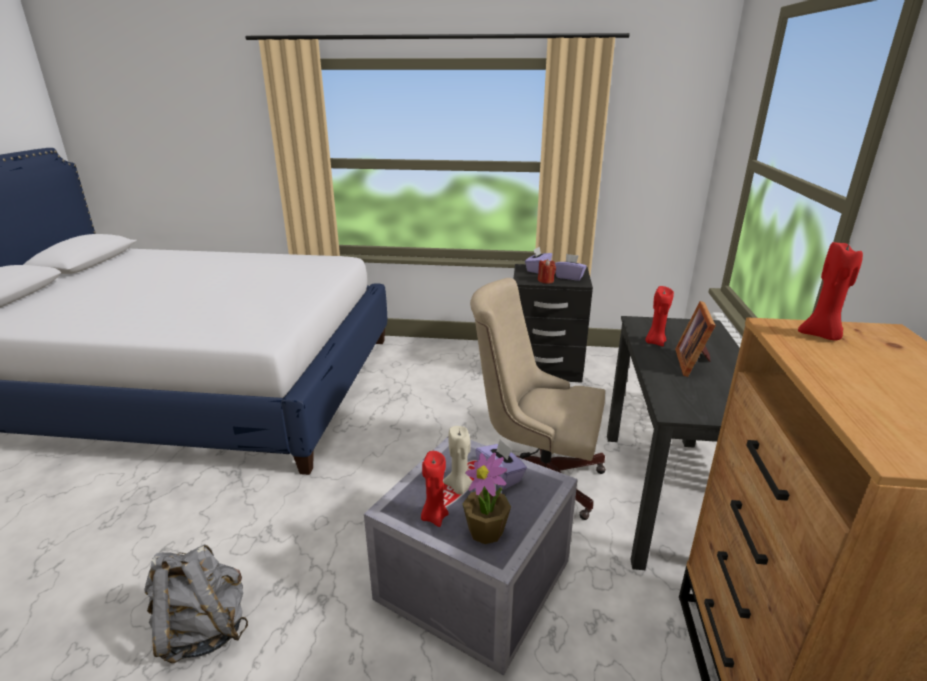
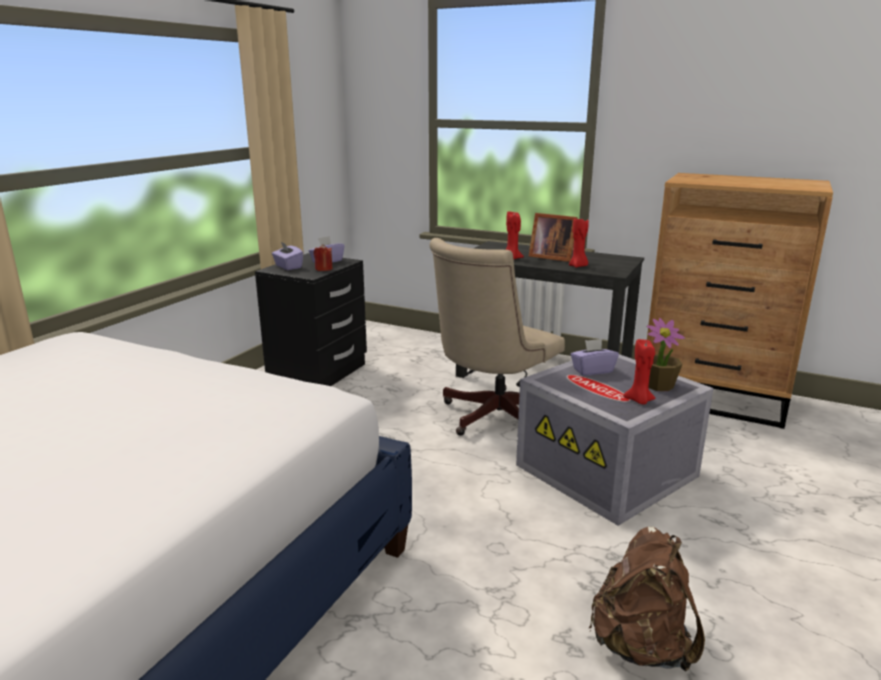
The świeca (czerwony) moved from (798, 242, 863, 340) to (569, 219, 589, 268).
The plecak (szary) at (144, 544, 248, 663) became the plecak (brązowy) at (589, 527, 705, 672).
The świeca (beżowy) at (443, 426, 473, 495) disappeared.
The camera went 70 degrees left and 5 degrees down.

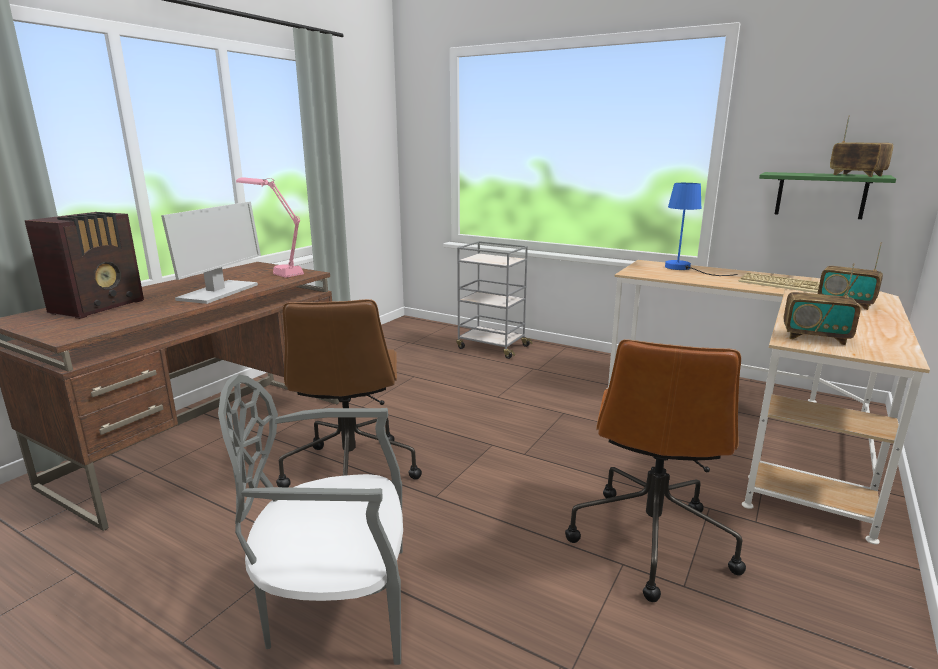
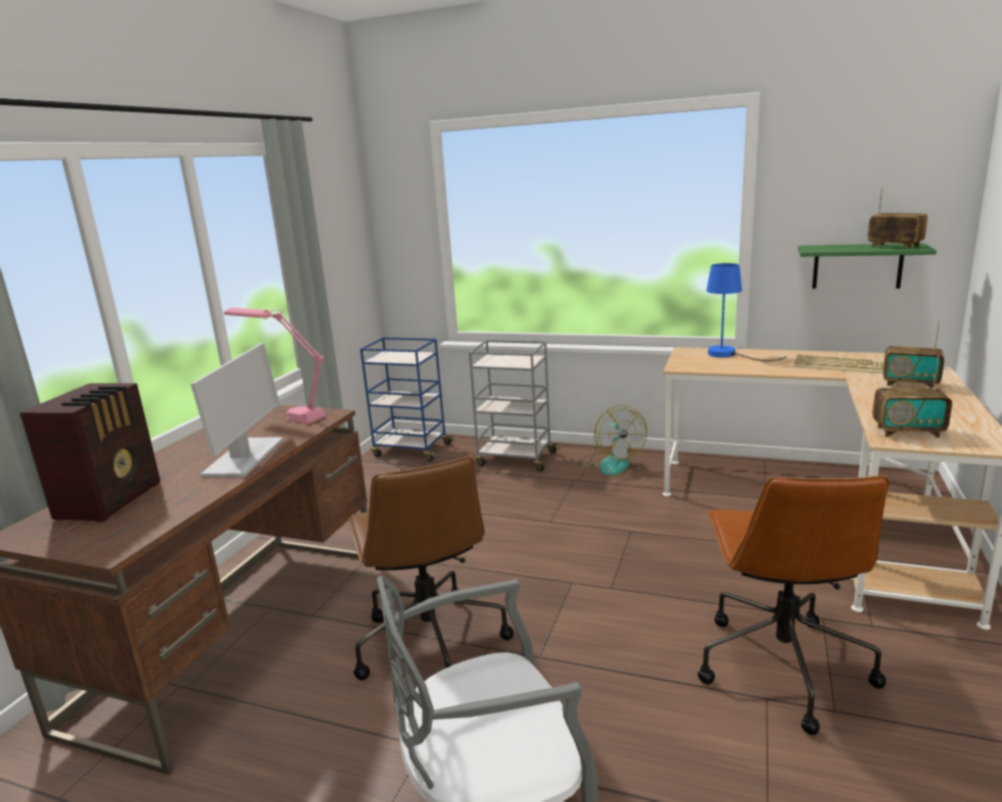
The wózek (niebieski) at (360, 337, 455, 462) appeared.
The wentylator at (578, 405, 647, 476) appeared.
The camera went 10 degrees left and 0 degrees up.

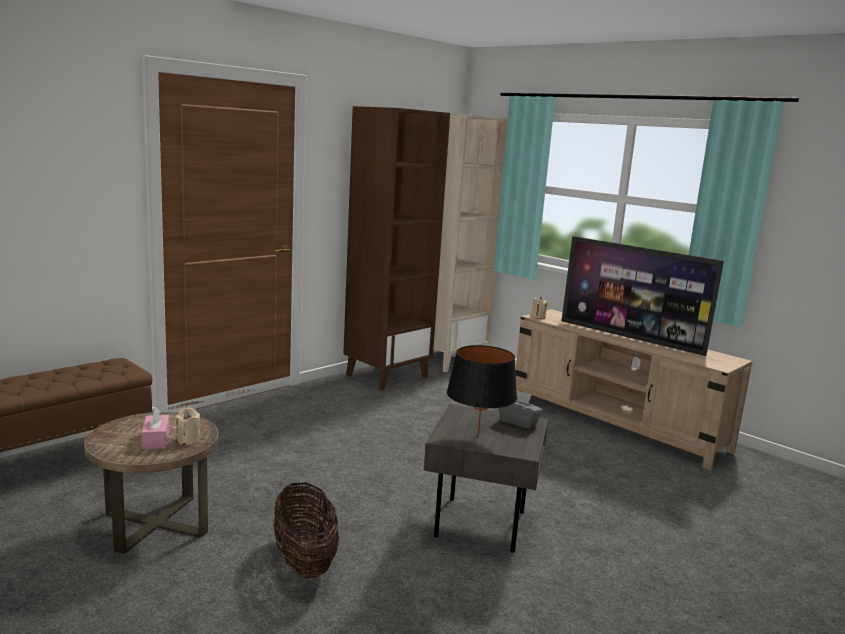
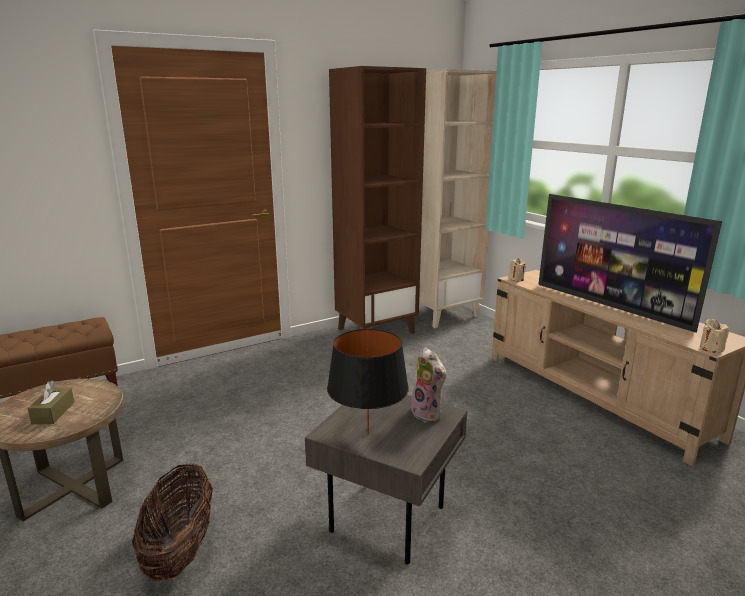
The pudełko chusteczek (różowy) at (141, 407, 169, 450) became the pudełko chusteczek (brązowy) at (27, 381, 74, 424).
The pudełko chusteczek (szary) at (499, 391, 543, 429) was replaced by the pluszak at (410, 347, 447, 422).
The świeca (beżowy) moved from (175, 408, 201, 445) to (700, 319, 729, 353).
The camera went 15 degrees right and 5 degrees up.

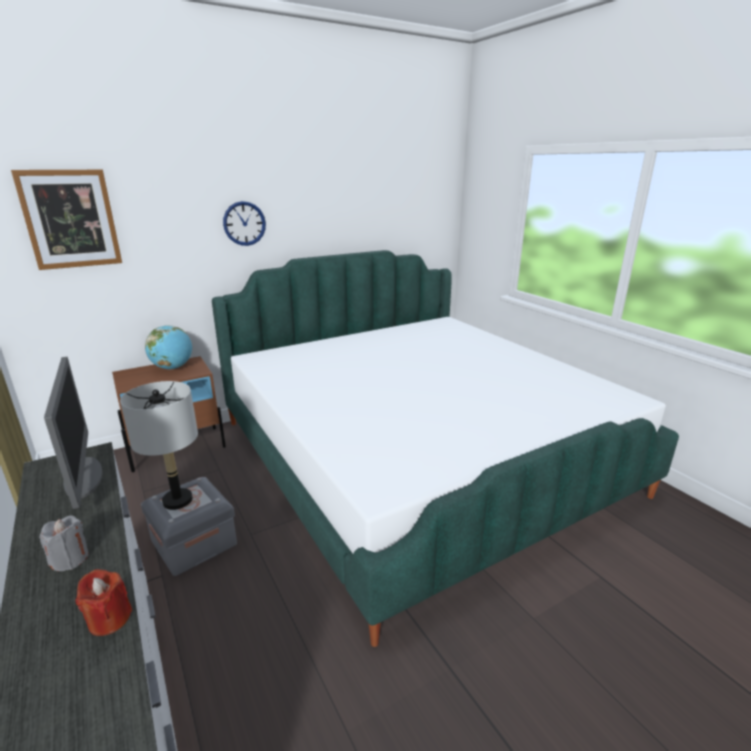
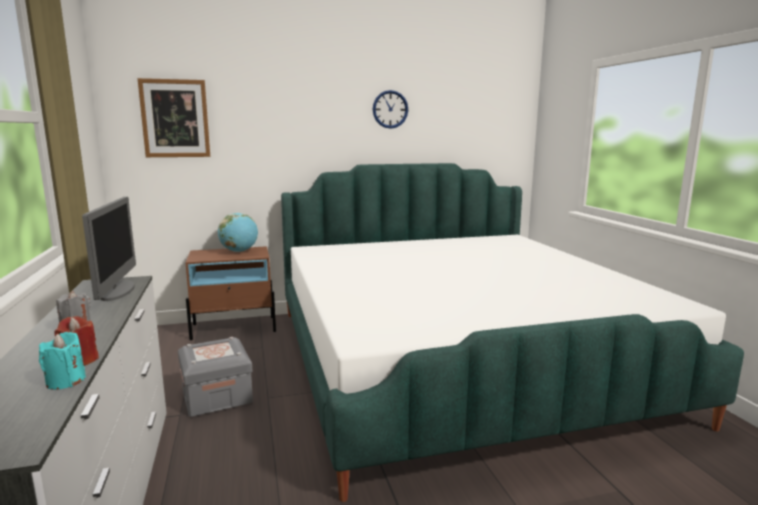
The świeca (turkusowy) at (39, 332, 86, 390) appeared.
The zegar ścienny moved from (223, 201, 266, 246) to (373, 90, 408, 129).
The lampa stołowa (szary) at (120, 381, 198, 510) disappeared.
The camera went 15 degrees right and 10 degrees down.

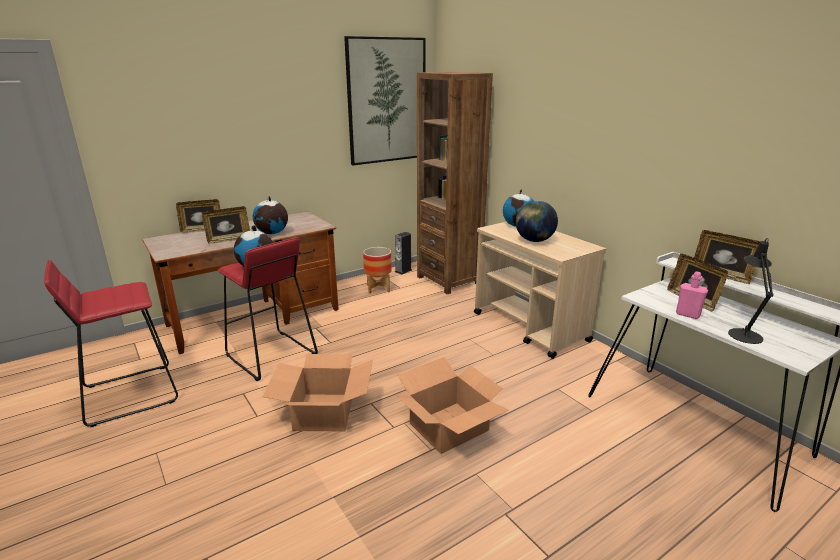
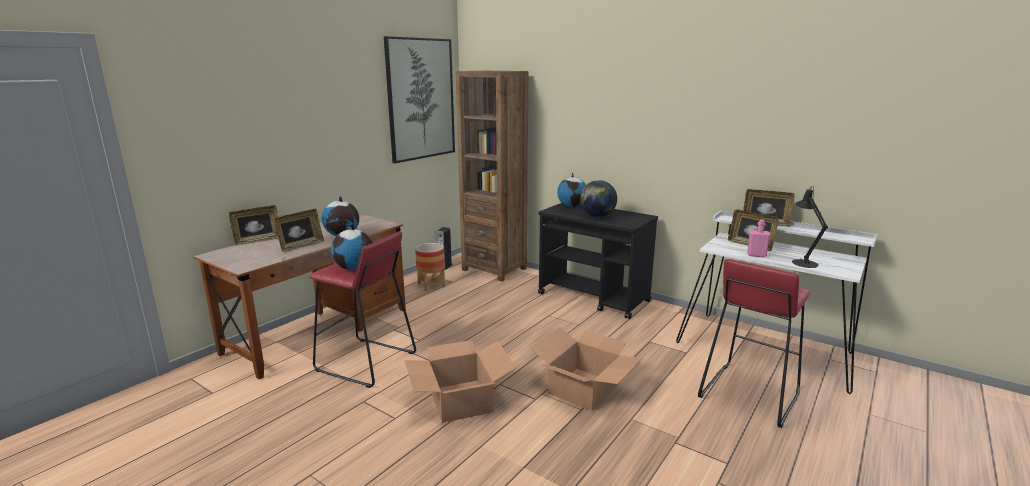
The wózek (beżowy) at (474, 222, 606, 359) became the wózek (czarny) at (538, 203, 658, 319).
The stołek (czerwony) moved from (44, 260, 178, 427) to (698, 259, 811, 428).
The camera went 20 degrees left and 5 degrees down.

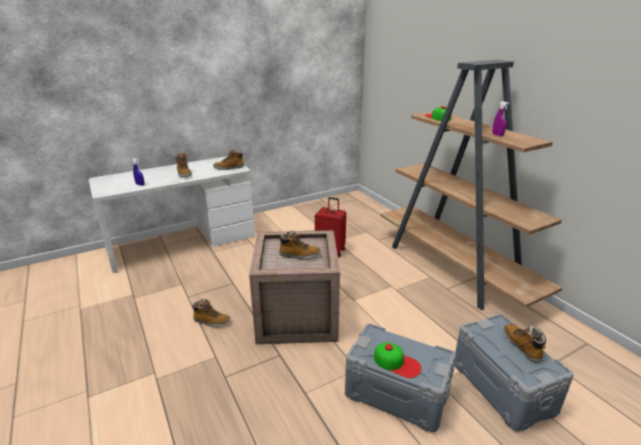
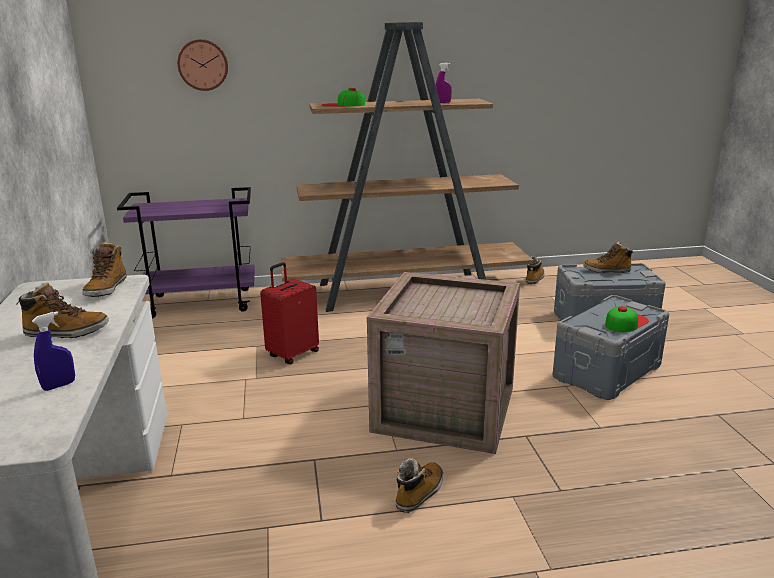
The wózek (fioletowy) at (117, 187, 255, 319) appeared.
The zegar ścienny at (177, 39, 228, 91) appeared.
The but z cholewką moved from (278, 230, 321, 260) to (526, 256, 545, 284).
The camera went 70 degrees left and 5 degrees down.

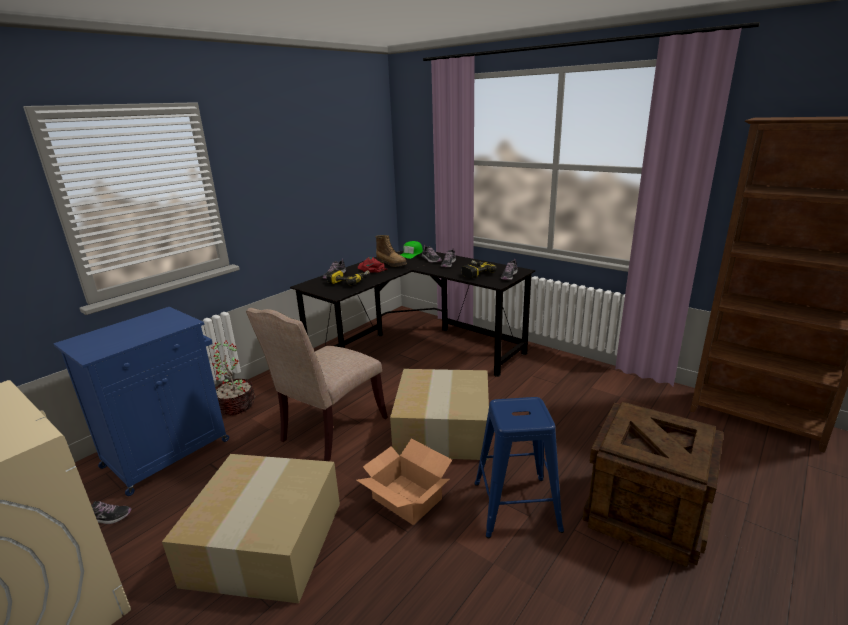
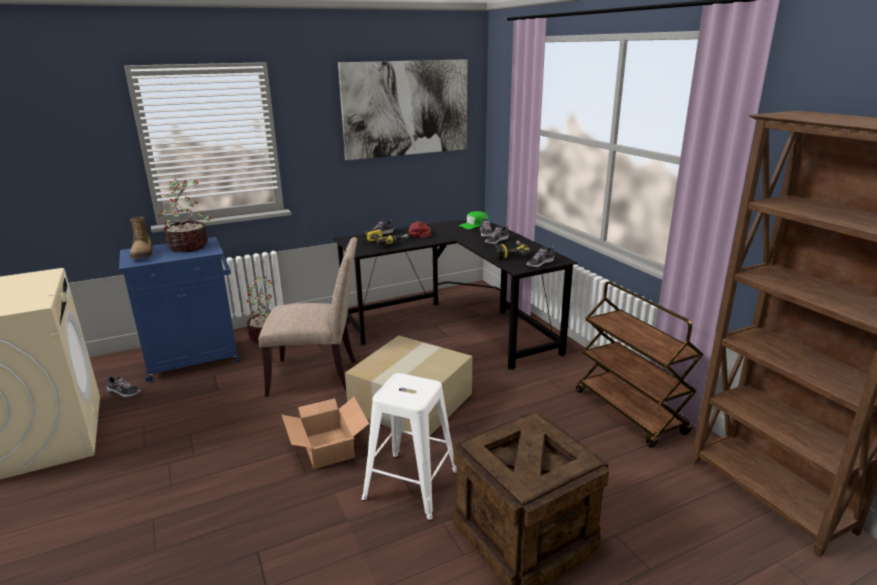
The but z cholewką moved from (376, 235, 407, 267) to (130, 217, 153, 259).
The roślina doniczkowa at (159, 179, 213, 252) appeared.
The krzesło (beżowy) at (246, 308, 388, 461) turned 150 degrees counterclockwise.
The obraz at (338, 59, 467, 160) appeared.
The stołek (niebieski) at (474, 397, 564, 538) became the stołek (biały) at (361, 373, 457, 521).
The wózek (brązowy) at (576, 281, 704, 448) appeared.
The karton at (162, 454, 340, 603) disappeared.
The camera went 25 degrees right and 0 degrees up.

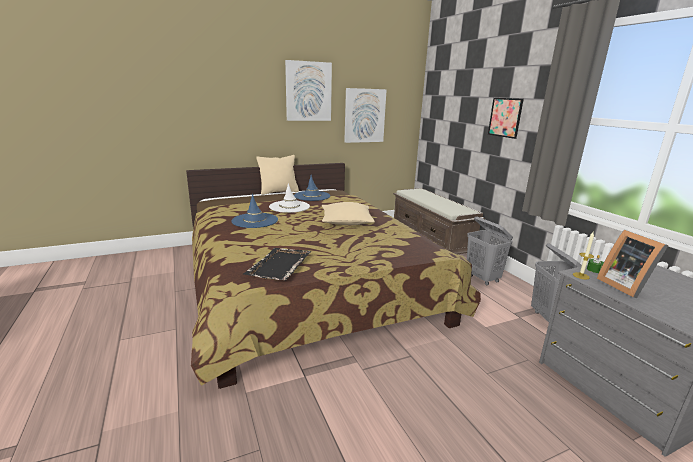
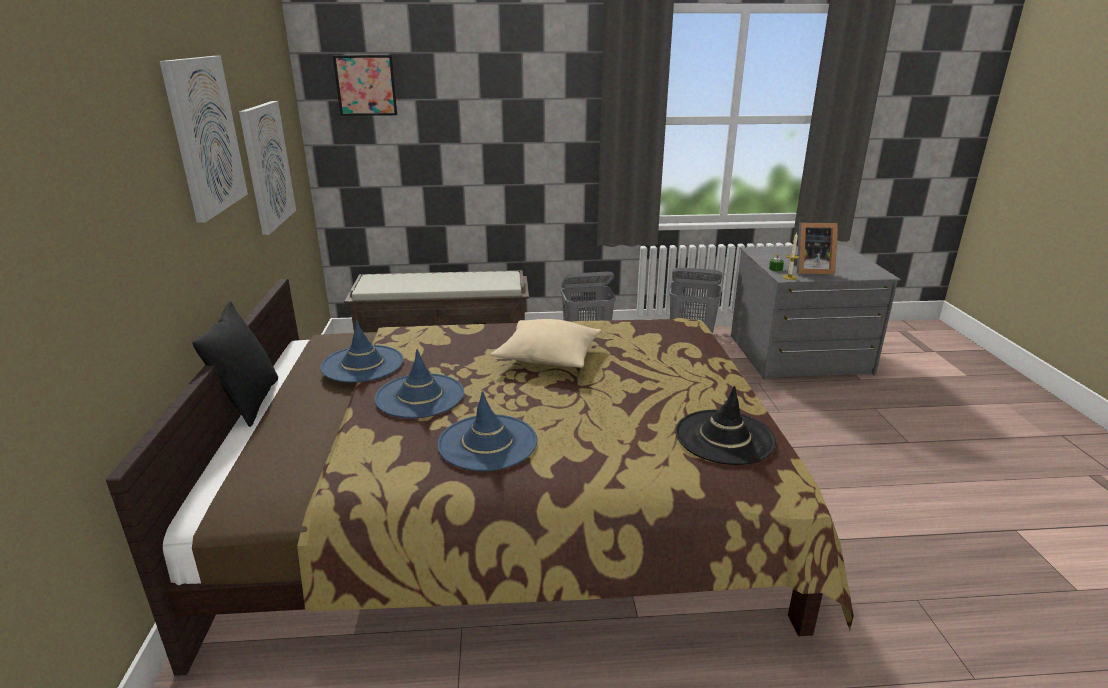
The poduszka (beżowy) at (256, 155, 299, 195) became the poduszka (czarny) at (192, 301, 278, 427).
The obraz moved from (488, 98, 524, 139) to (333, 55, 397, 116).
The kapelusz (biały) at (269, 183, 310, 213) became the kapelusz (niebieski) at (375, 349, 464, 418).
The taca (czarny) at (243, 248, 311, 281) was replaced by the kapelusz (czarny) at (675, 386, 776, 465).
The camera went 70 degrees left and 5 degrees up.

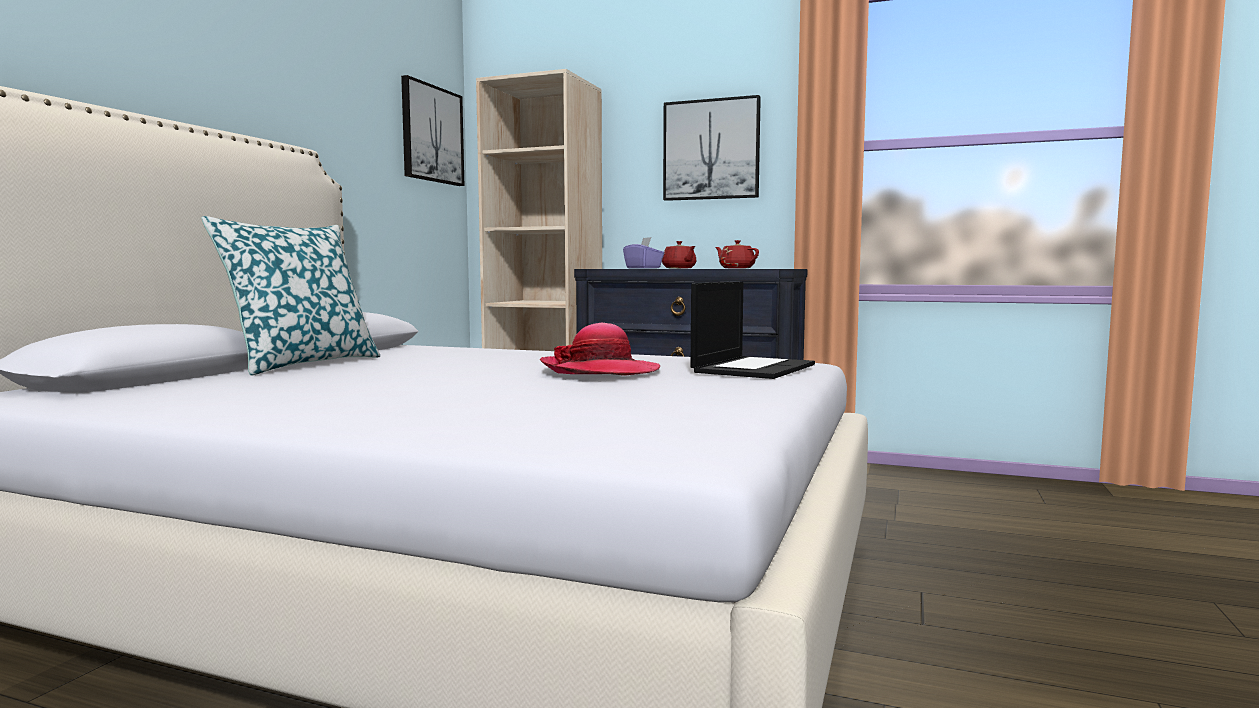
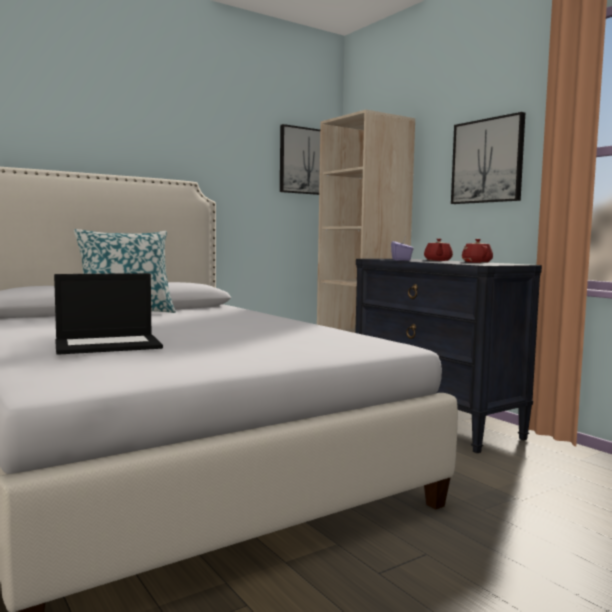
The laptop moved from (691, 282, 815, 379) to (54, 273, 163, 355).
The kapelusz at (540, 323, 660, 376) disappeared.
The camera went 35 degrees right and 0 degrees up.

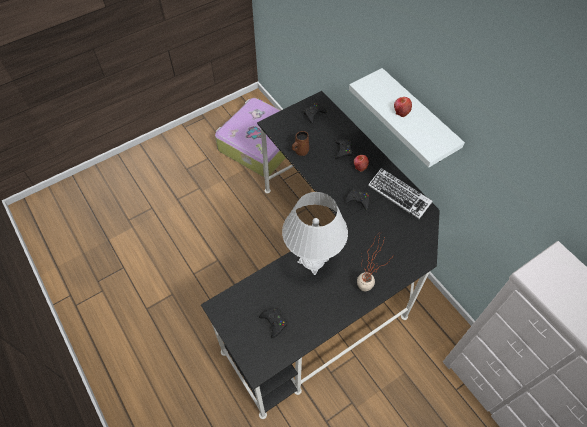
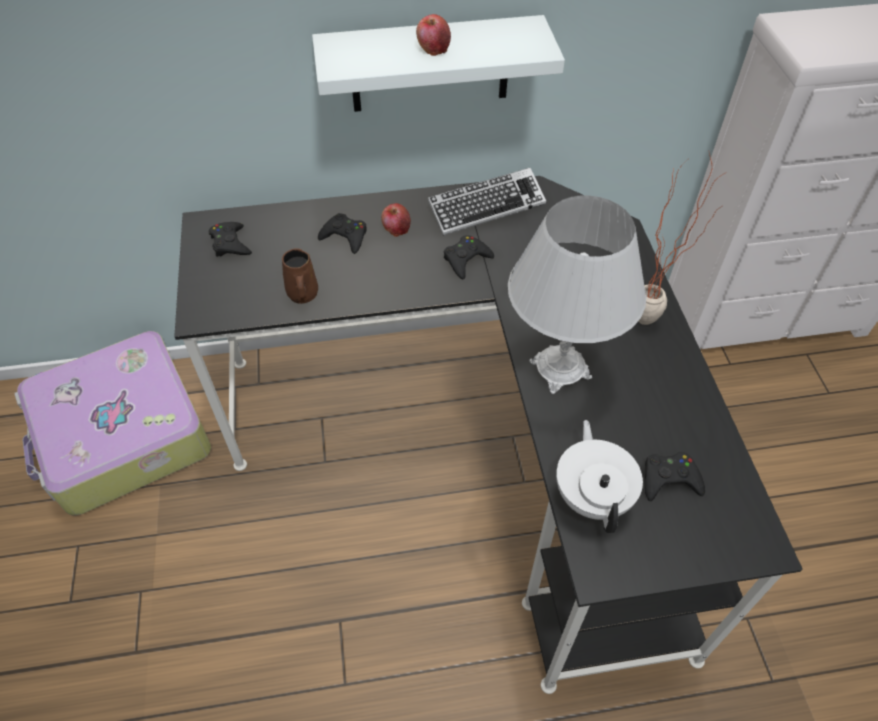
The imbryk (biały) at (556, 420, 643, 533) appeared.
The camera went 65 degrees left and 5 degrees down.

